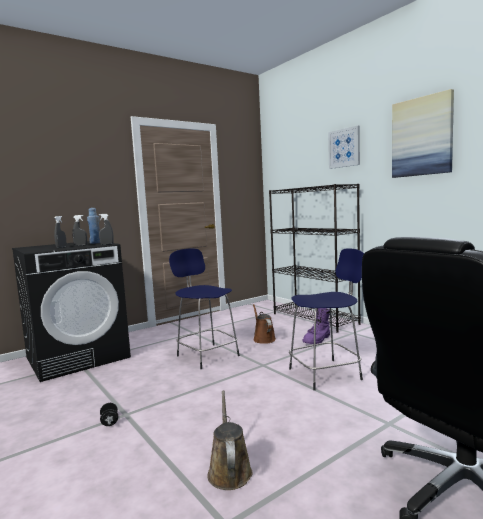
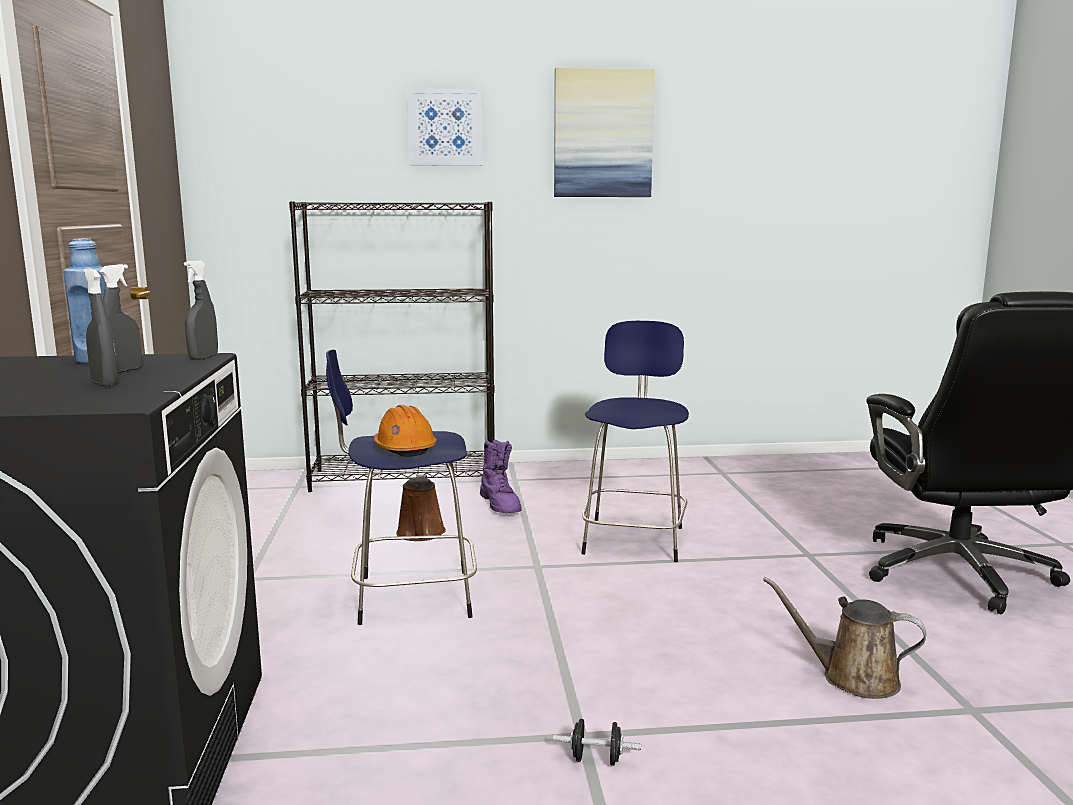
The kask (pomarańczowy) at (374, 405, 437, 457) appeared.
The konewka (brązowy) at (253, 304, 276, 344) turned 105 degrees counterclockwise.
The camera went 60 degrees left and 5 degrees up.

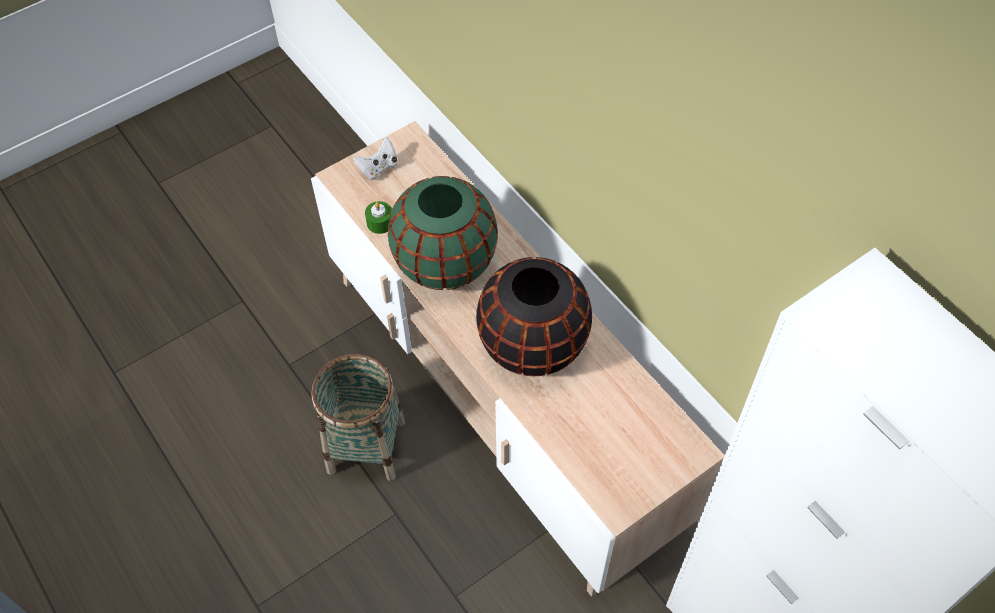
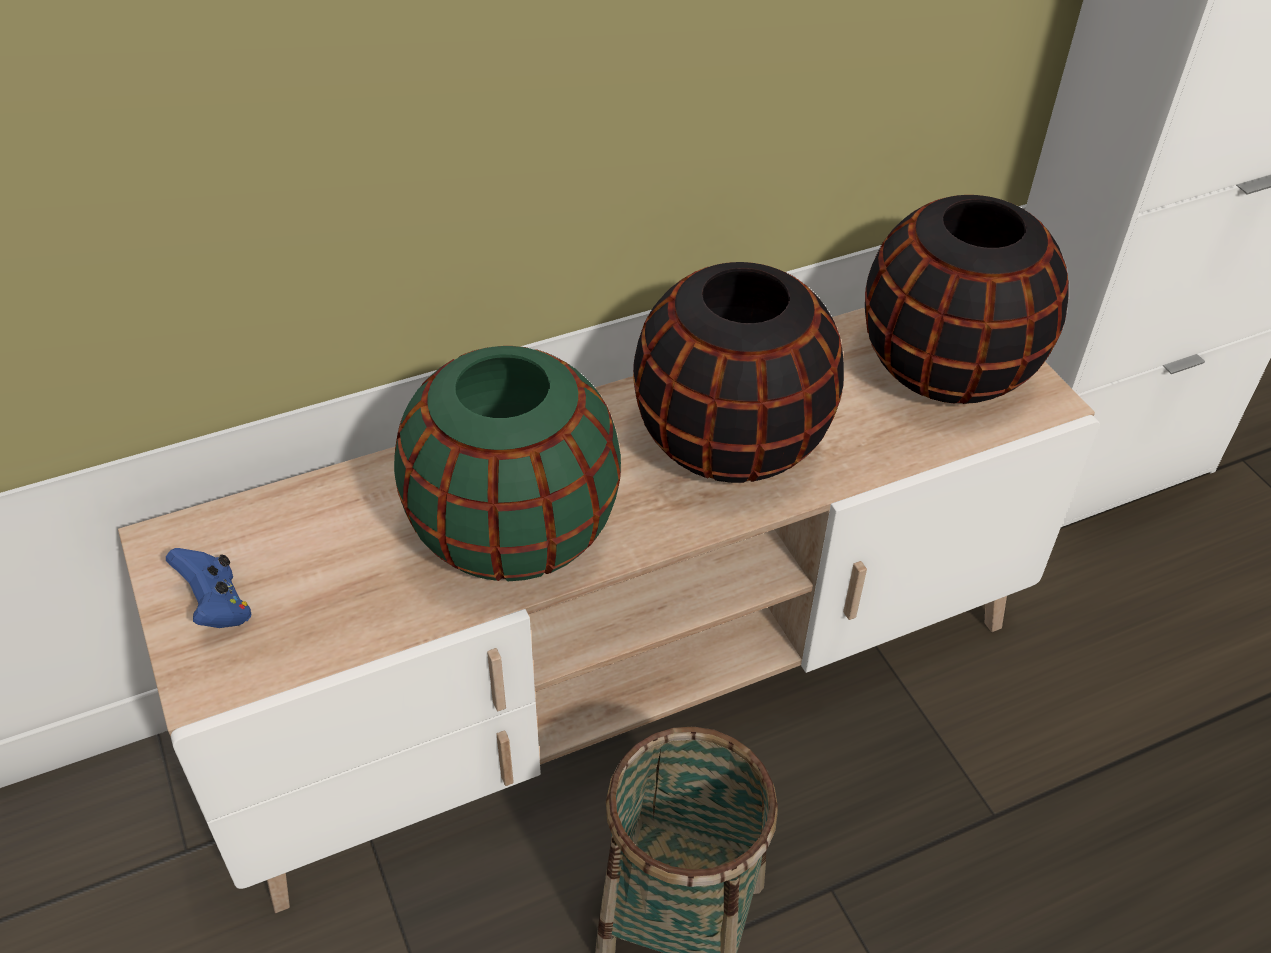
The pad do gier (biały) at (353, 137, 398, 180) became the pad do gier (niebieski) at (166, 548, 252, 628).
The wazon (czarny) at (865, 195, 1069, 404) appeared.
The świeca (zielony) at (365, 201, 392, 234) disappeared.
The camera went 80 degrees left and 10 degrees down.

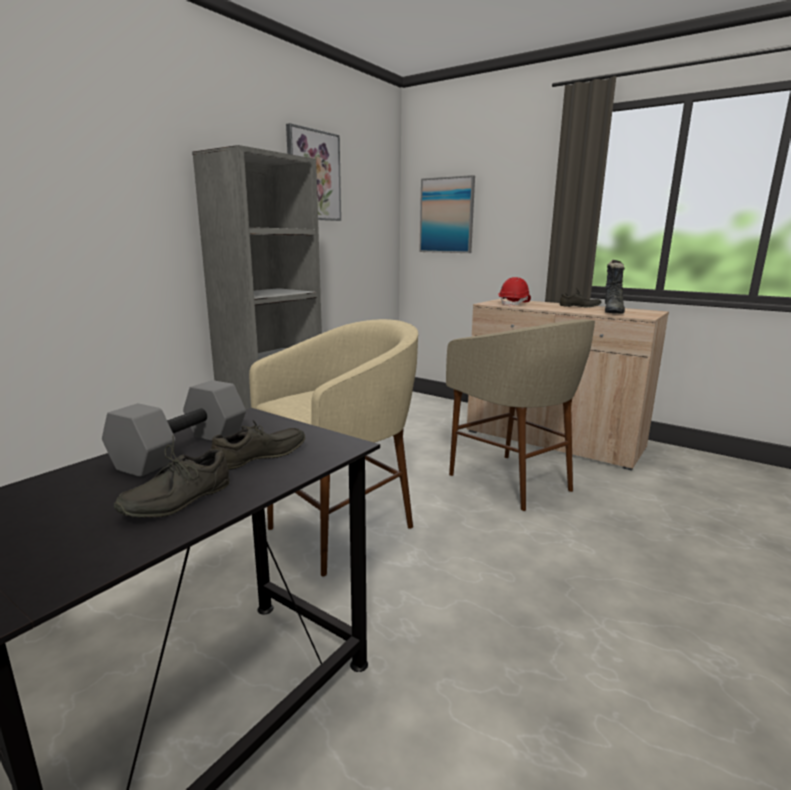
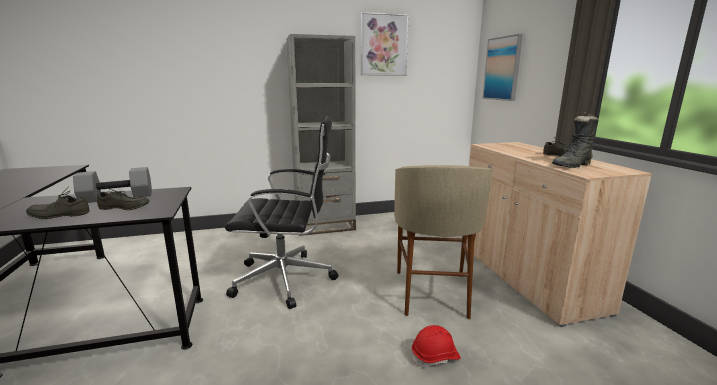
The stołek (beżowy) at (249, 319, 418, 576) was replaced by the krzesło biurowe (czarny) at (225, 115, 338, 309).
The kask (czerwony) moved from (499, 277, 531, 307) to (412, 325, 461, 367).
The camera went 40 degrees right and 0 degrees up.

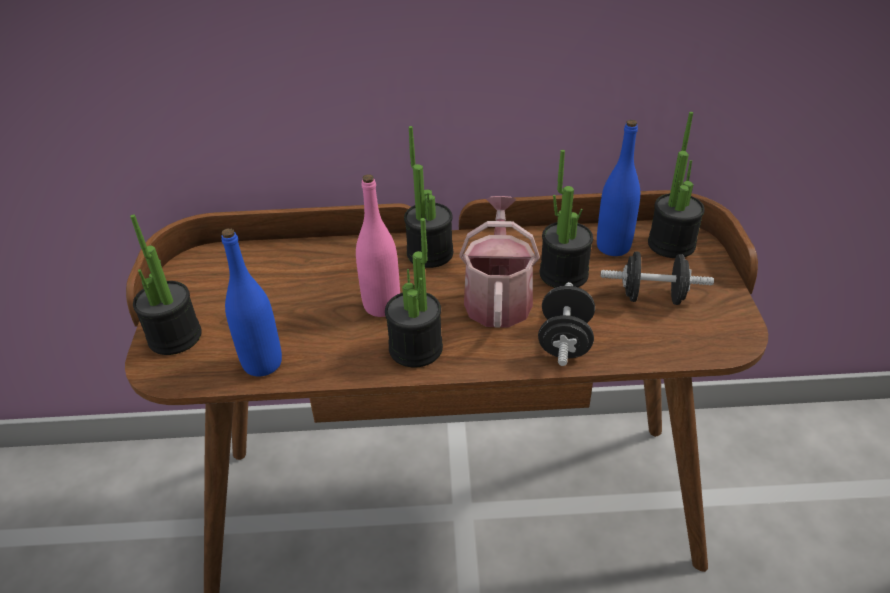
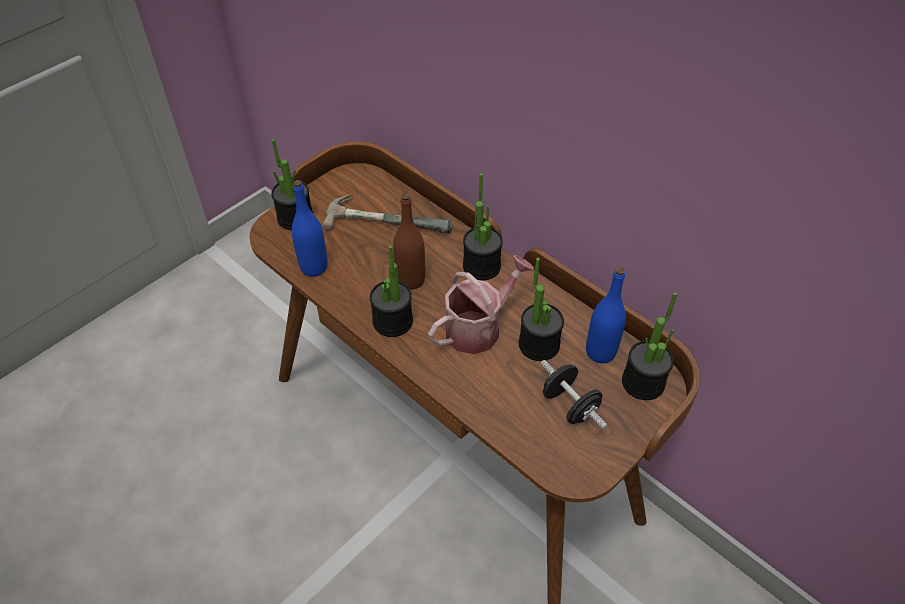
The młotek at (322, 194, 453, 234) appeared.
The butelka (różowy) at (356, 174, 400, 317) became the butelka (brązowy) at (393, 193, 425, 290).
The hantel (czarny) at (538, 282, 595, 366) disappeared.
The camera went 45 degrees right and 10 degrees up.

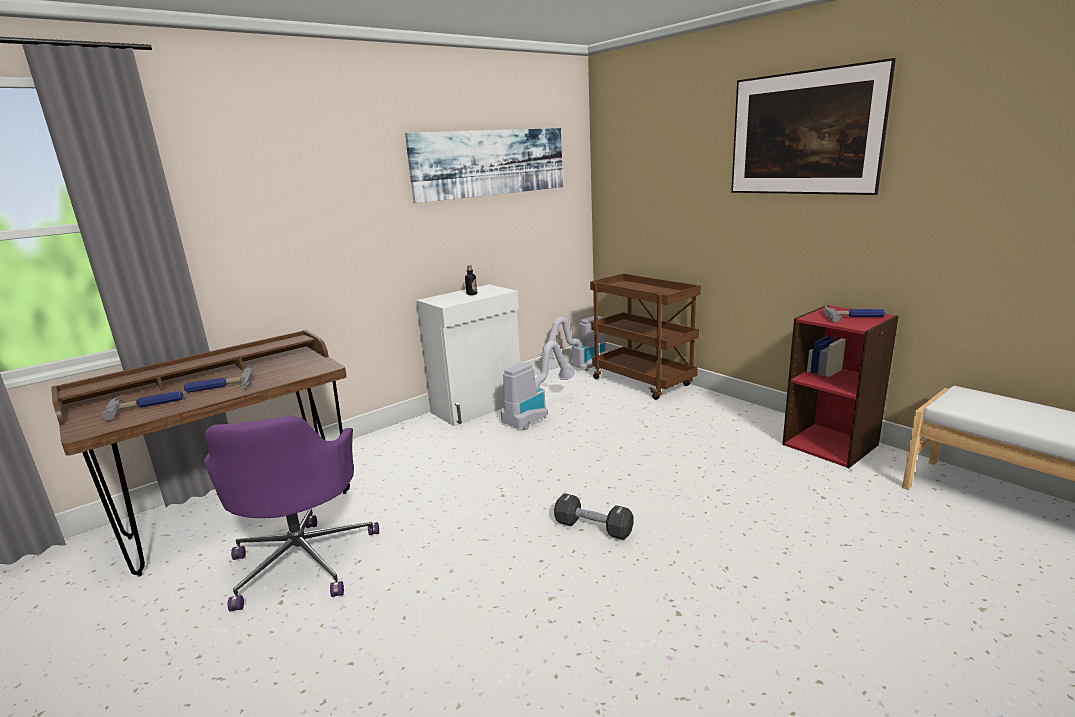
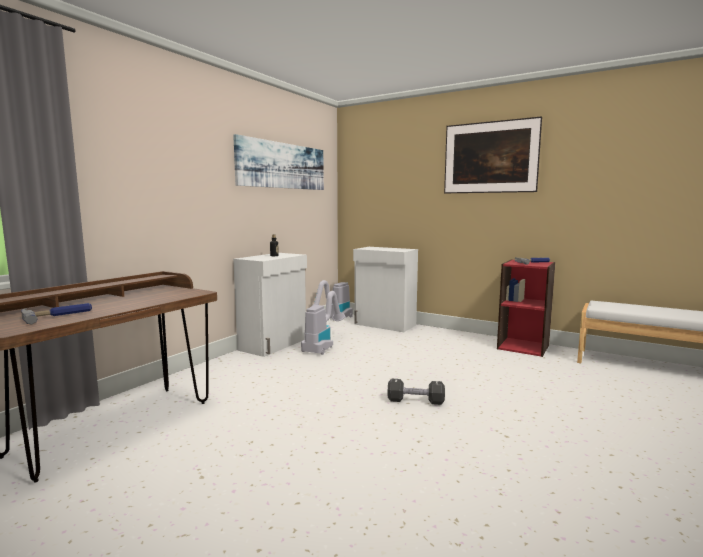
The wózek (brązowy) at (590, 273, 701, 400) was replaced by the szafka (biały) at (353, 247, 418, 332).
The młotek at (184, 367, 254, 393) disappeared.
The krzesło biurowe (fioletowy) at (204, 416, 379, 612) disappeared.
The camera went 20 degrees left and 10 degrees down.

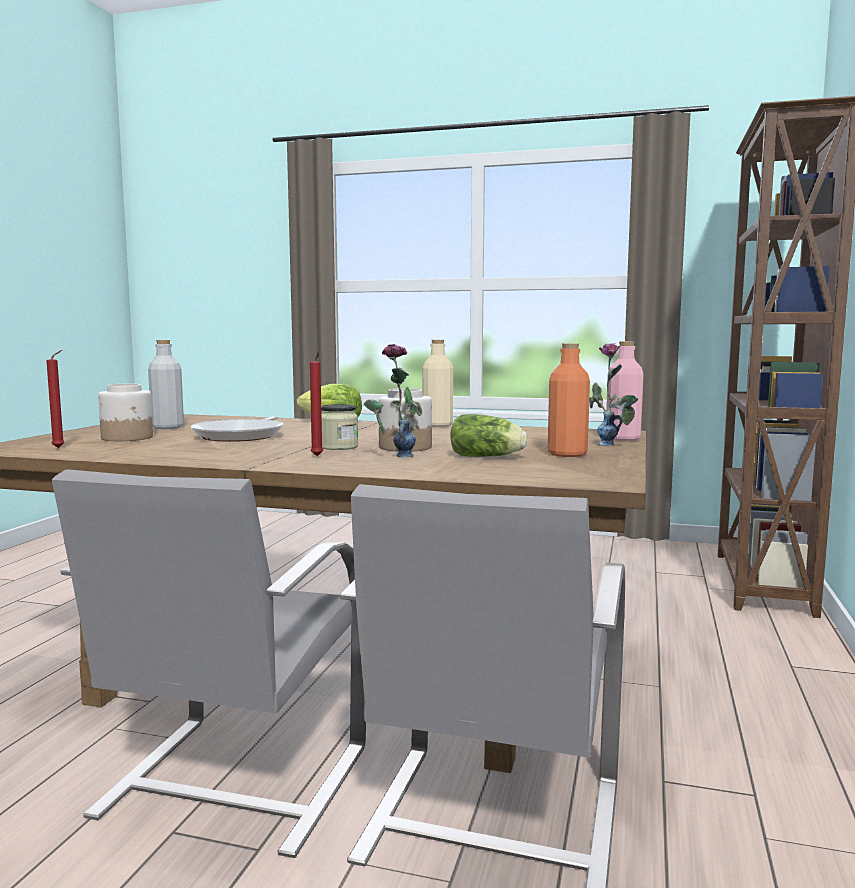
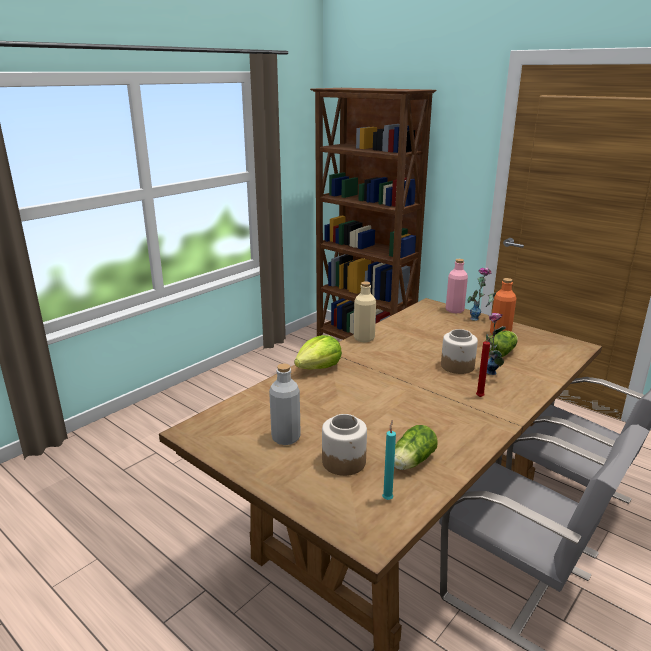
The świeca (czerwony) at (46, 350, 65, 448) became the świeca (turkusowy) at (382, 420, 396, 500).
The sałata at (394, 425, 438, 470) appeared.
The patelnia at (191, 416, 283, 442) disappeared.
The słoik at (321, 404, 358, 450) disappeared.
The camera went 65 degrees left and 15 degrees up.

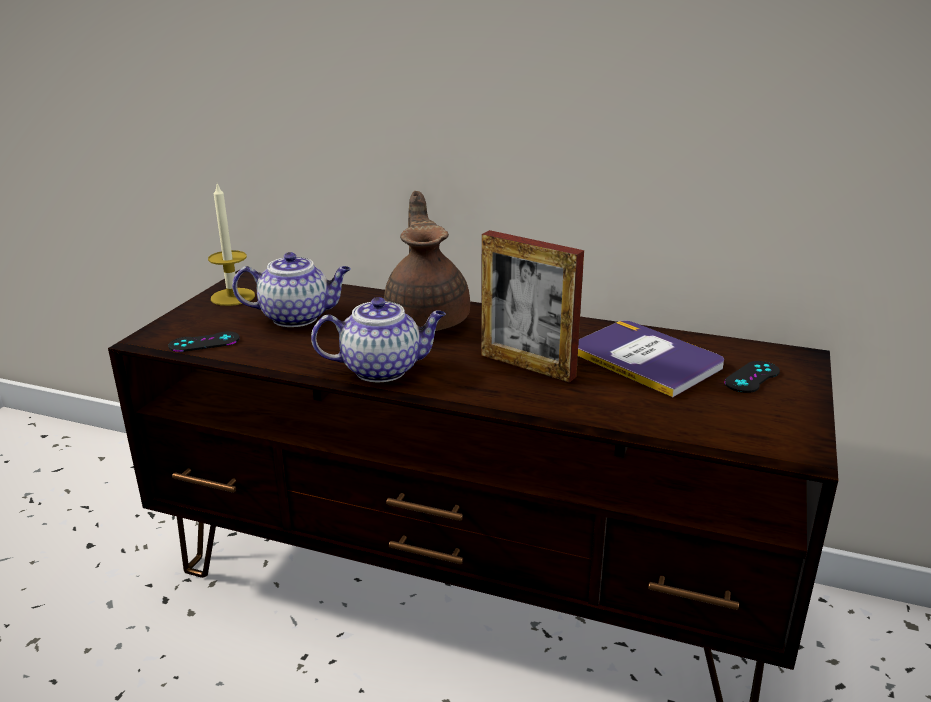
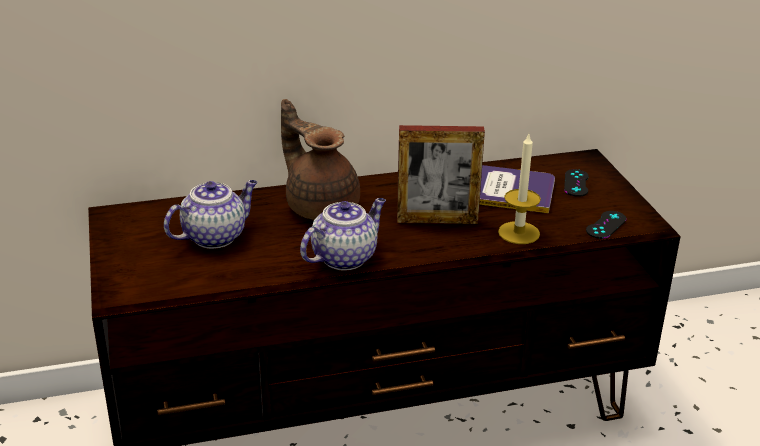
The świeca moved from (208, 184, 255, 306) to (498, 134, 541, 244).
The pad do gier (czarny) moved from (168, 331, 240, 352) to (586, 211, 627, 239).
The camera went 35 degrees left and 5 degrees up.

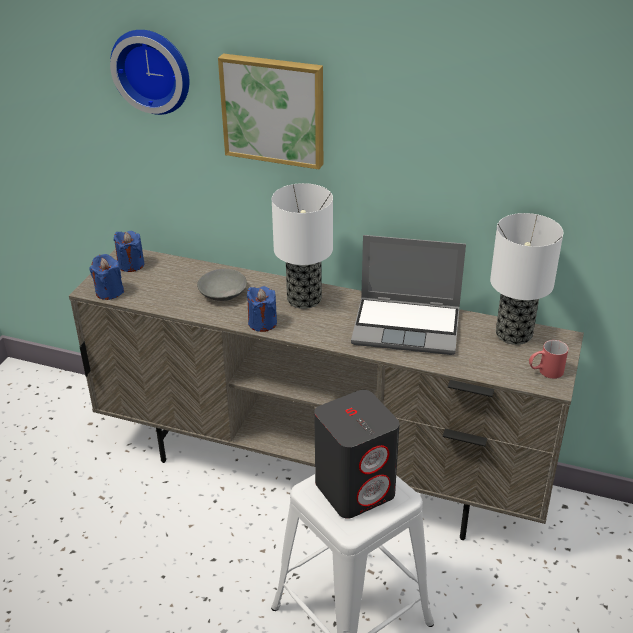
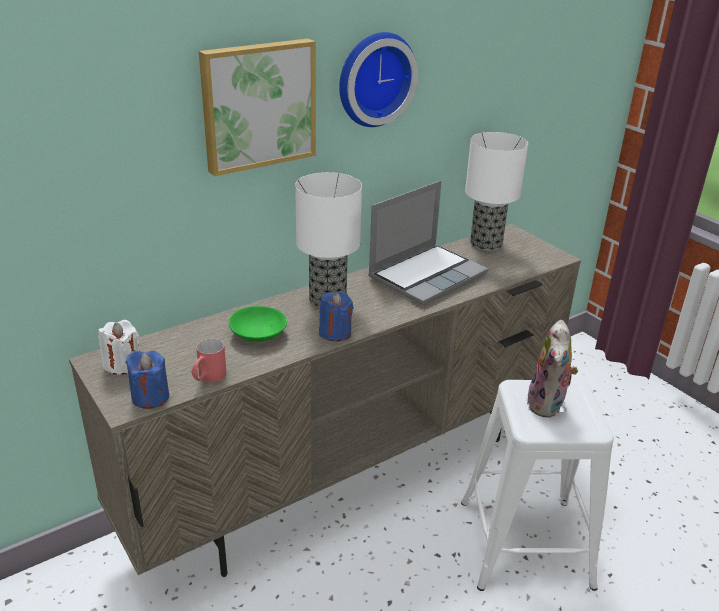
The świeca (niebieski) at (114, 231, 144, 272) became the świeca (biały) at (98, 320, 139, 375).
The kubek (czerwony) moved from (529, 340, 568, 379) to (191, 338, 226, 382).
The miska (szary) at (197, 269, 247, 301) became the miska (zielony) at (229, 306, 287, 342).
The zegar ścienny moved from (110, 30, 189, 115) to (339, 32, 418, 127).
The głośnik (szary) at (314, 390, 399, 519) was replaced by the pluszak at (526, 320, 578, 418).
The camera went 55 degrees left and 5 degrees down.

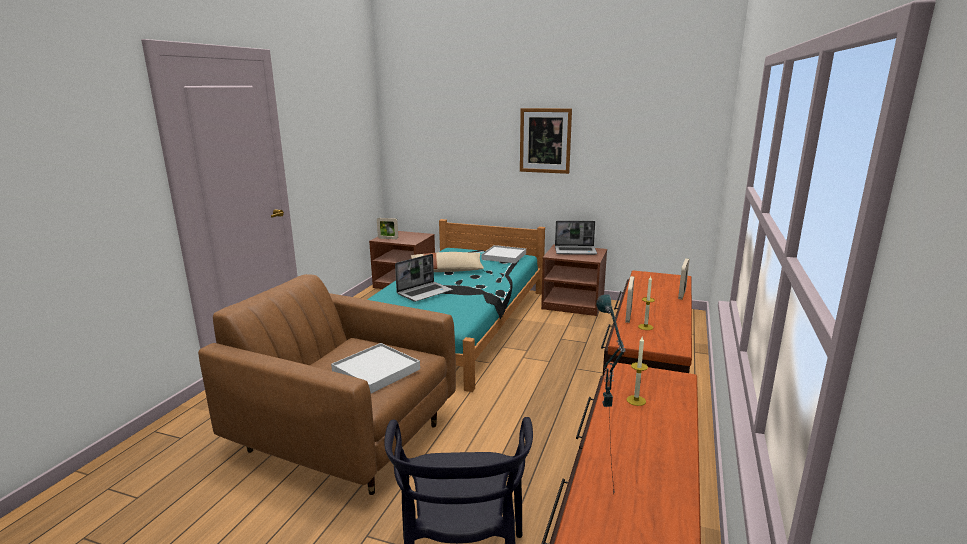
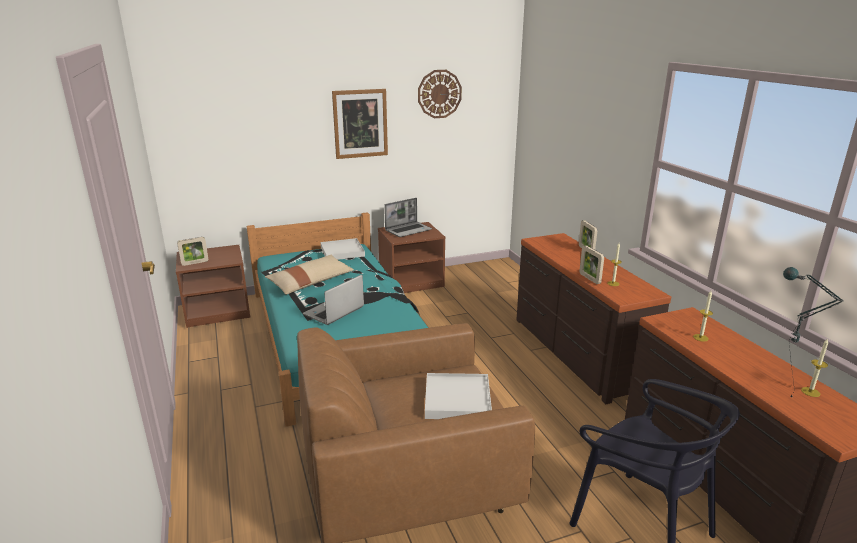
The laptop at (395, 254, 453, 302) turned 150 degrees counterclockwise.
The zegar ścienny at (418, 70, 462, 118) appeared.
The świeca at (801, 338, 828, 397) appeared.
The camera went 40 degrees left and 5 degrees up.

